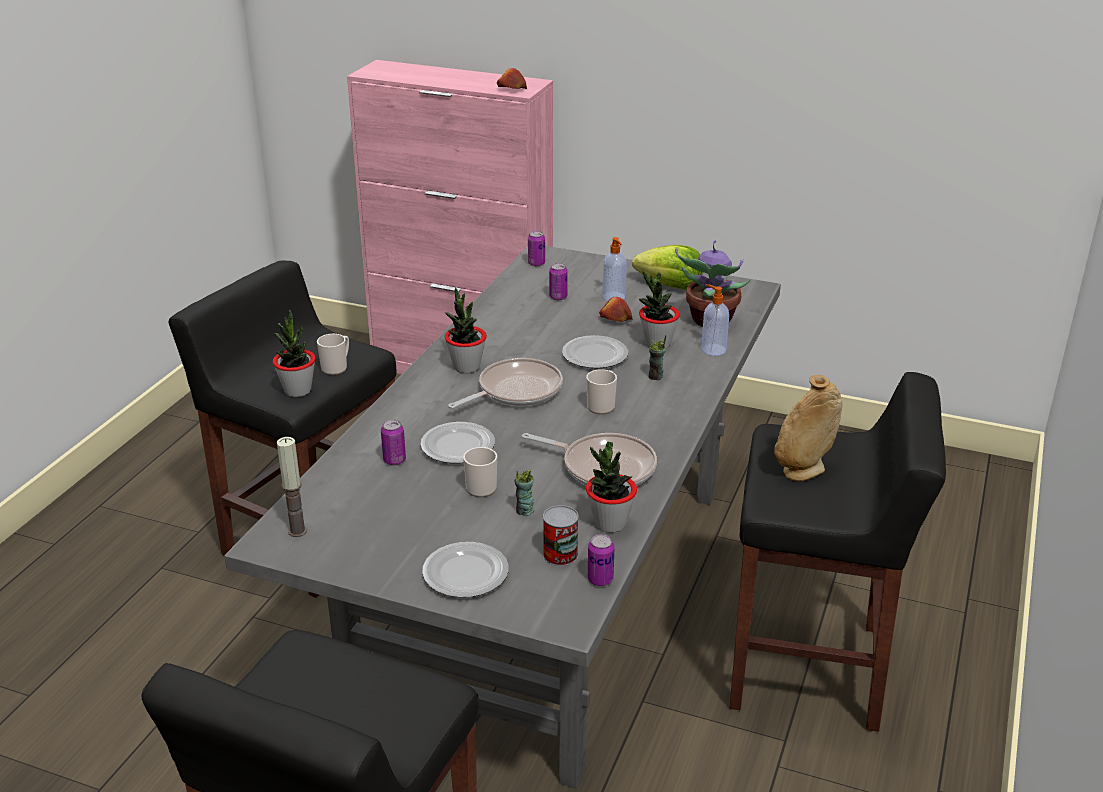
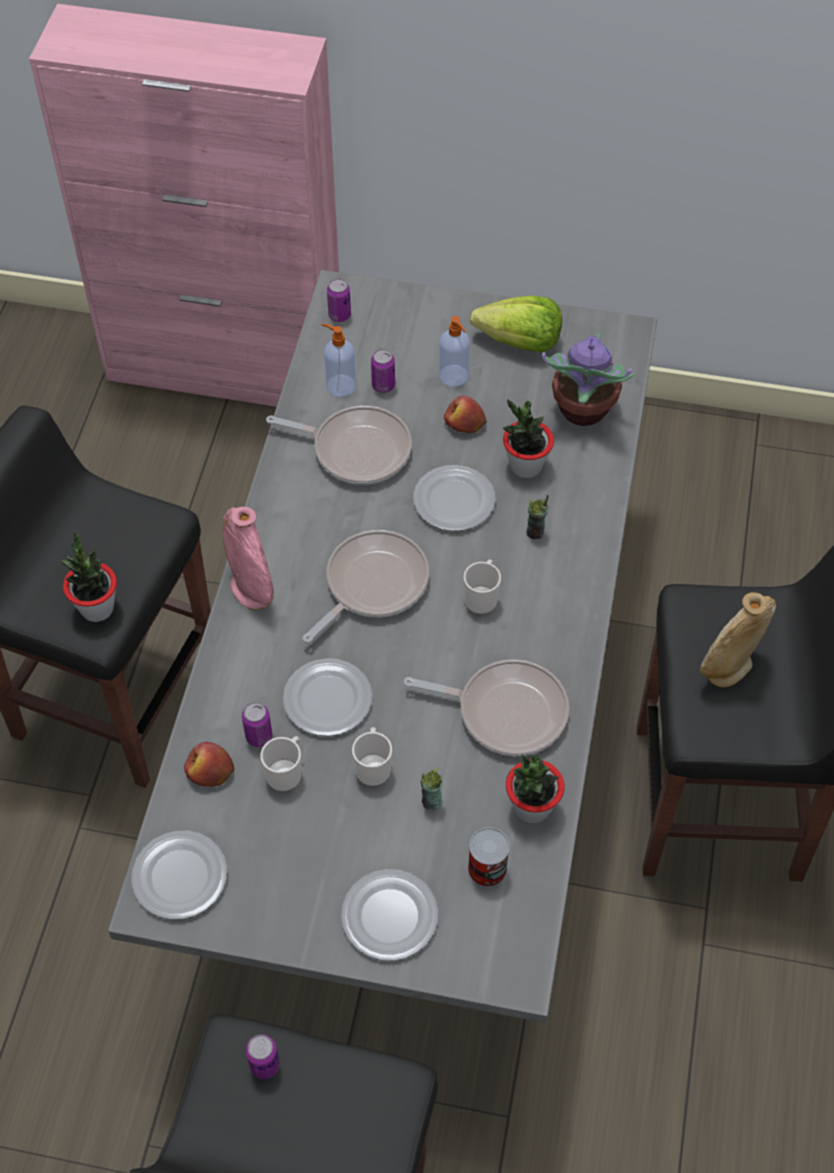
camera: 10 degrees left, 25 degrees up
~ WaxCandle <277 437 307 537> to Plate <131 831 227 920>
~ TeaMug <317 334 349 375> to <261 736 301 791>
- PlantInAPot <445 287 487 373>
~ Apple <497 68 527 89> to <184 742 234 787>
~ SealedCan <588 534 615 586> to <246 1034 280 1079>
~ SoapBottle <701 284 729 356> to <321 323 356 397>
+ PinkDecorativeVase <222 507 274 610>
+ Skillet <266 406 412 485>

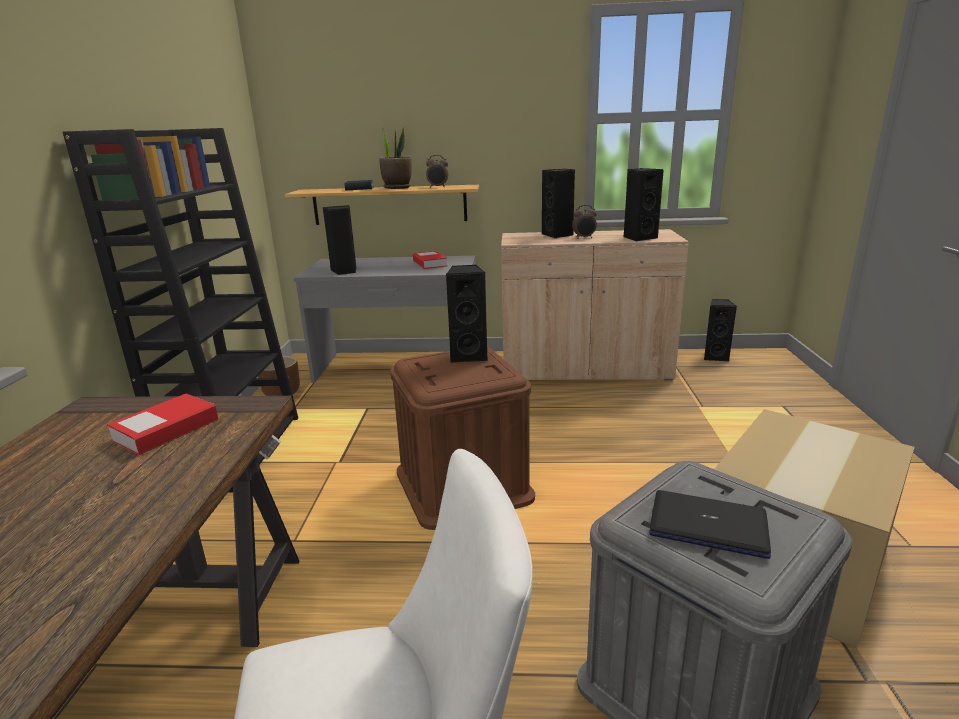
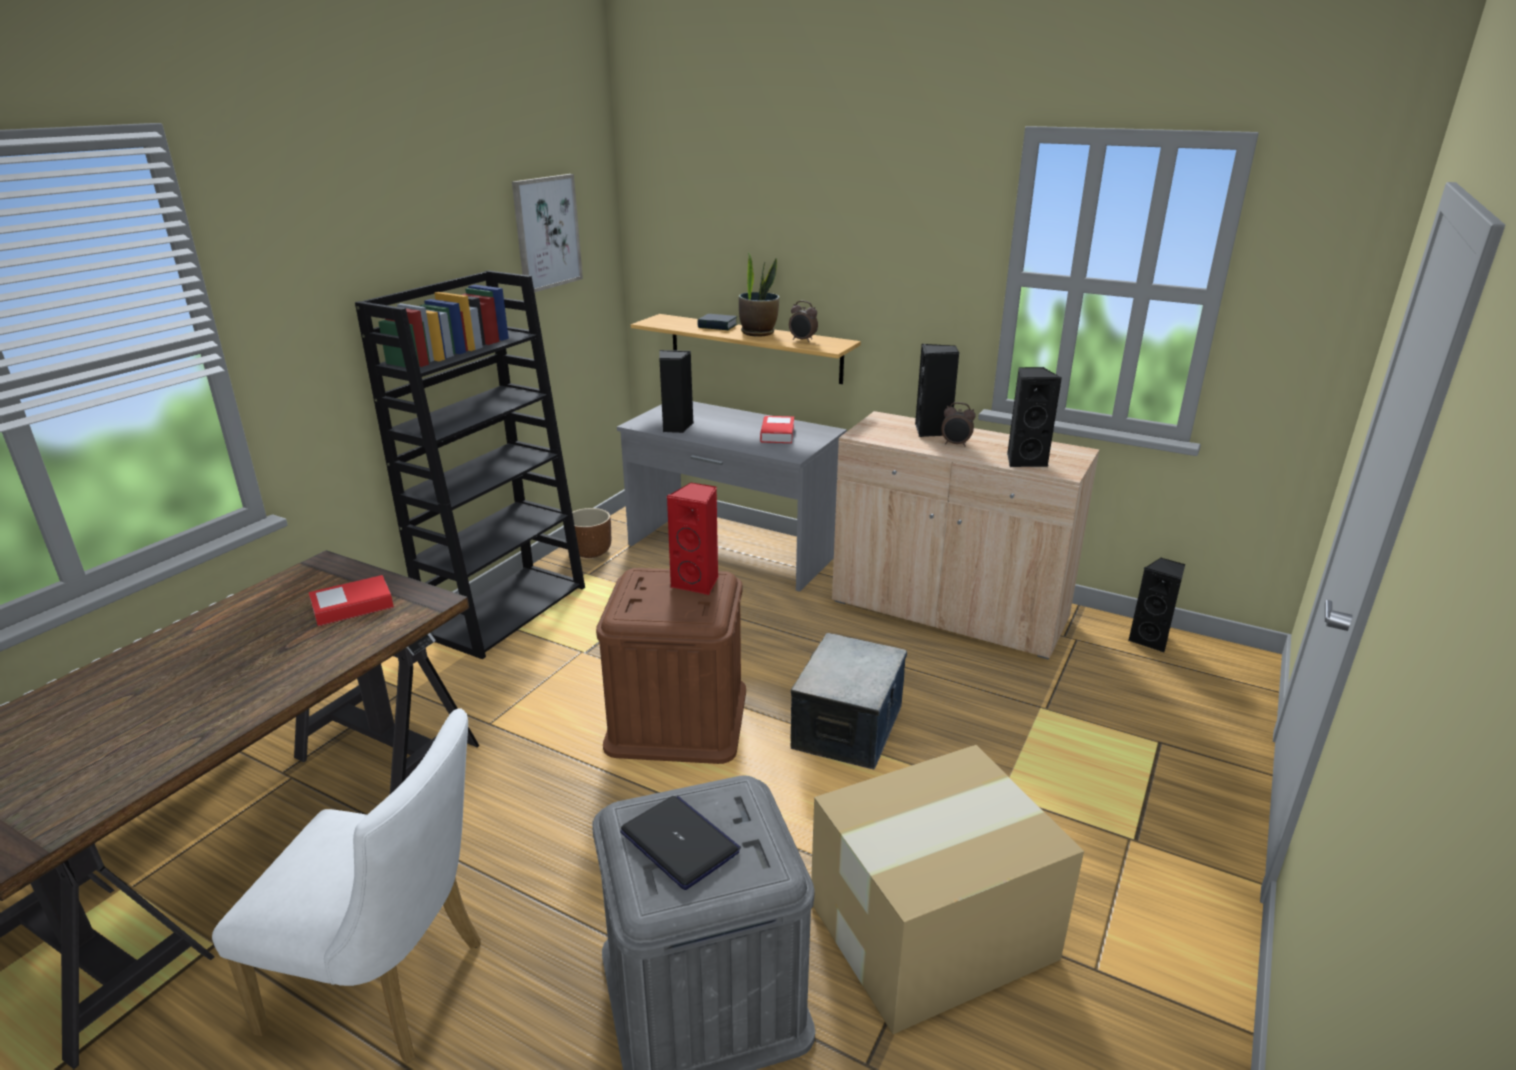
camera: 25 degrees right, 5 degrees up
~ BlackLoudspeaker <446 265 488 363> to RedLoudspeaker <667 482 719 596>
+ Picture <512 174 583 292>
+ StorageContainer <790 633 907 769>

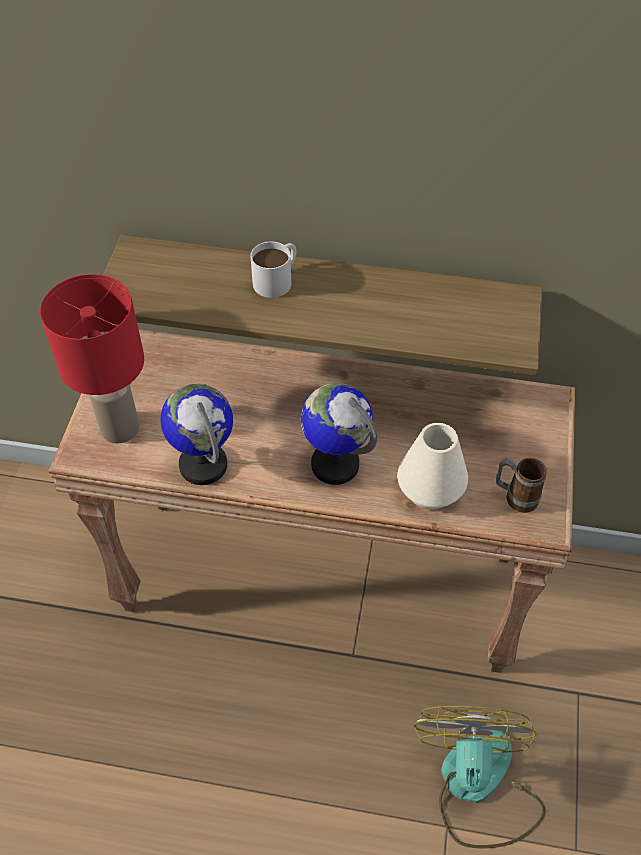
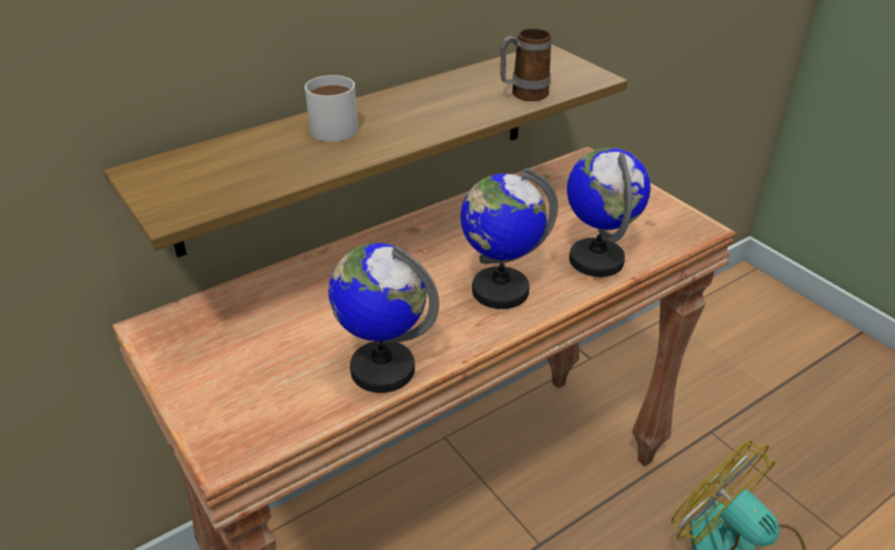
camera: 45 degrees left, 15 degrees down
- RedTabletopLamp <40 274 144 444>
~ WhiteColouredDecorativeVase <397 423 468 510> to Globe <567 147 650 277>
~ TeaMug <496 458 547 513> to <500 28 552 101>

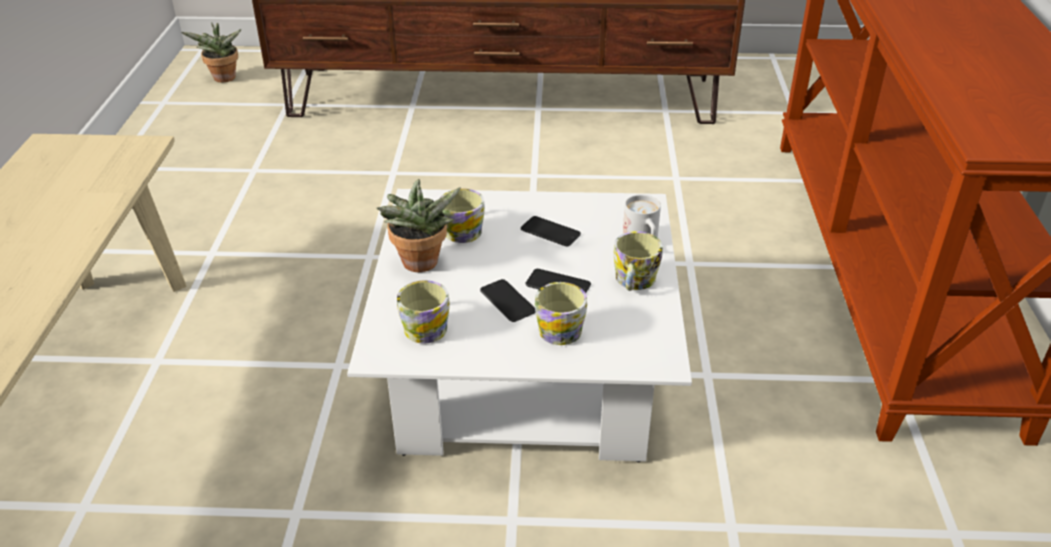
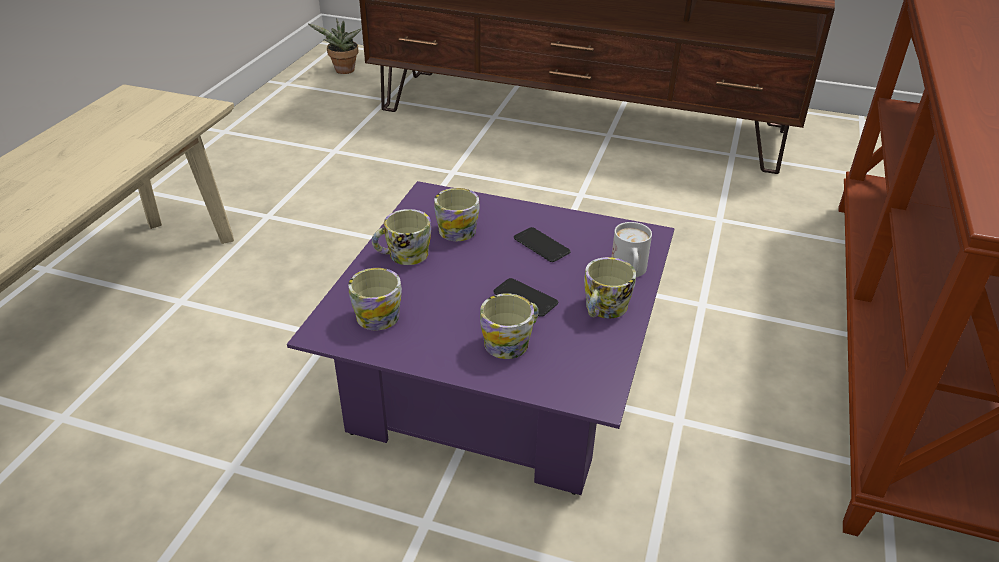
camera: 15 degrees right, 0 degrees up
~ WhiteColouredCoffeeTable <347 189 692 463> to PurplishCoffeeTable <287 181 675 495>
~ PlantInAPot <376 179 460 272> to TeaMug <372 209 431 265>
- Handset <480 279 536 322>

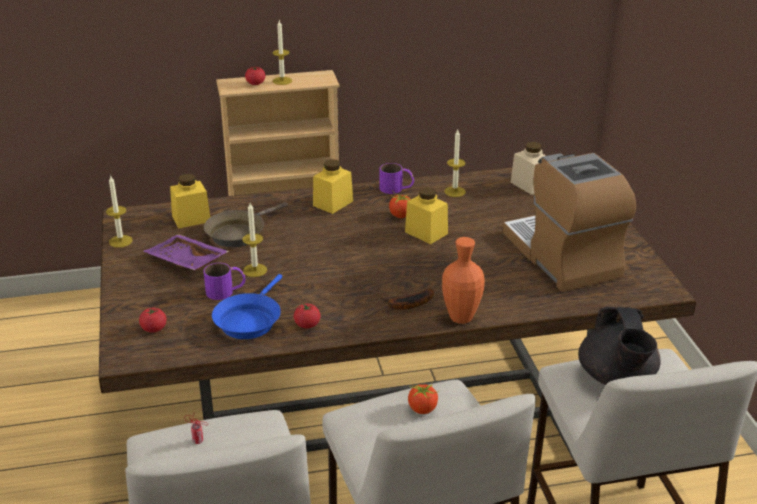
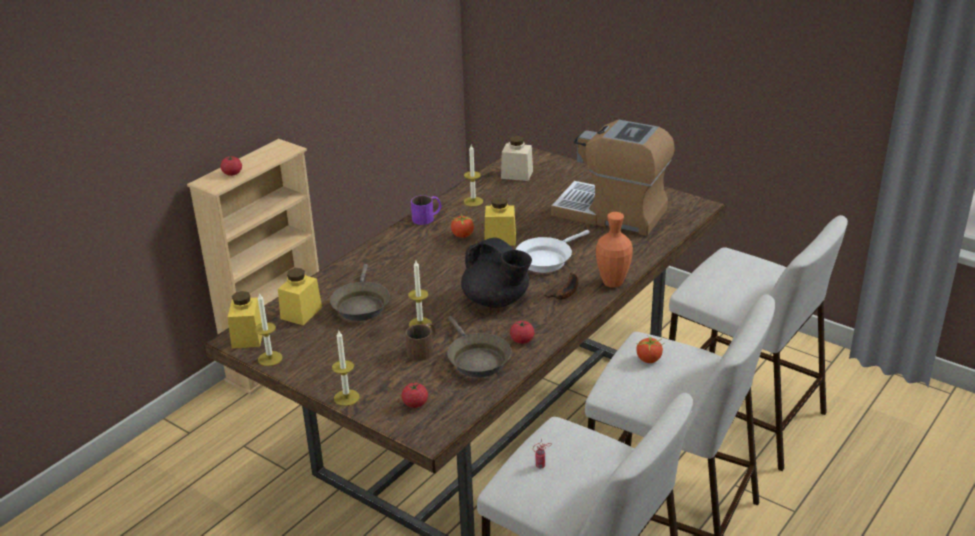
camera: 40 degrees left, 0 degrees up
- PurplishCarryingTray <144 234 229 270>
~ PurplishTeaMug <203 263 246 300> to BrownishTeaMug <405 323 435 361>
~ BlueSkillet <212 274 282 339> to BrownishSkillet <447 316 511 377>
~ WaxCandle <272 20 292 85> to <332 331 360 406>
~ YellowColouredJar <313 159 353 214> to <228 291 262 348>
~ BlackPotForTea <578 307 661 385> to <461 237 532 308>
+ WhiteColouredSkillet <516 230 590 273>

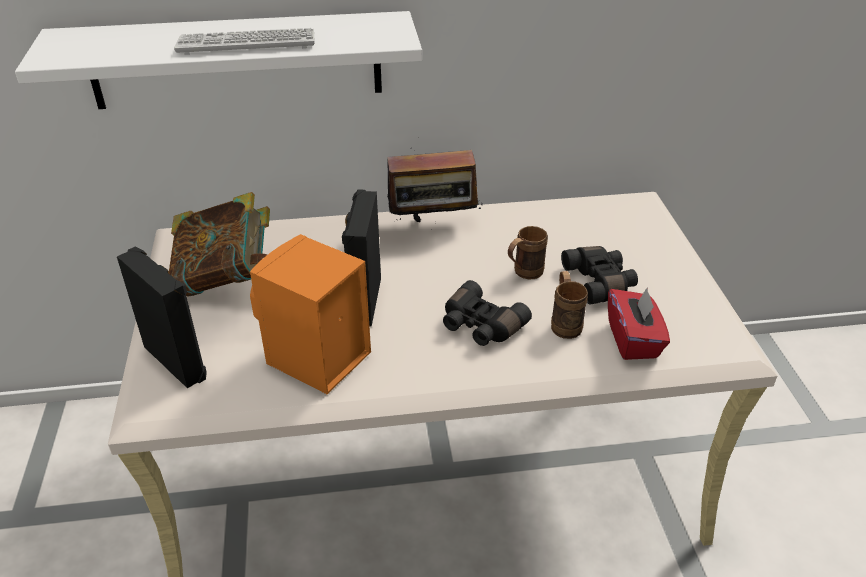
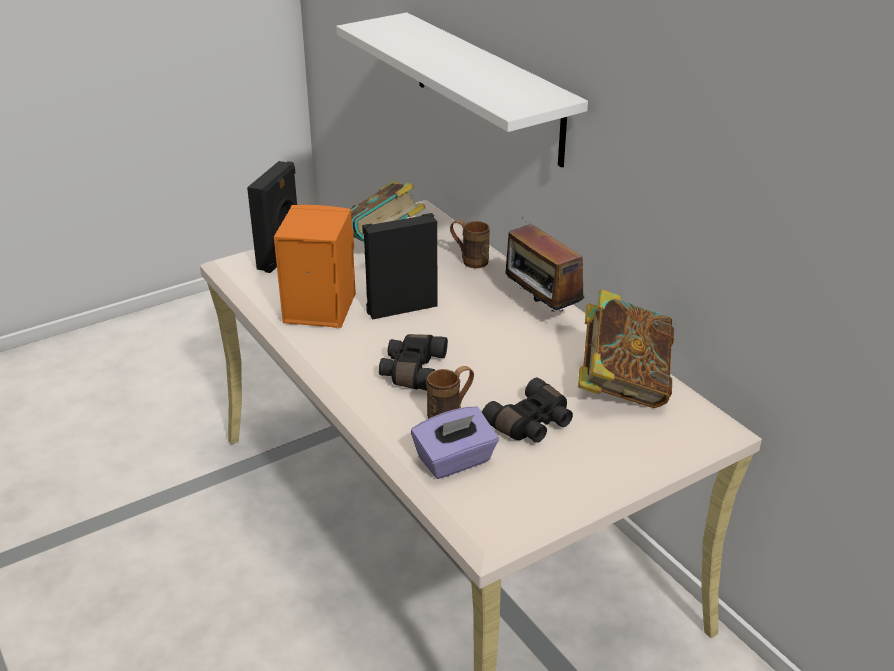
camera: 65 degrees right, 5 degrees down
- Keyboard <174 28 315 55>
~ BrownishTeaMug <508 226 548 280> to <450 220 490 268>
~ RedTissueHolder <608 287 670 360> to PurplishTissueHolder <411 407 499 479>
+ Volume <578 289 674 408>

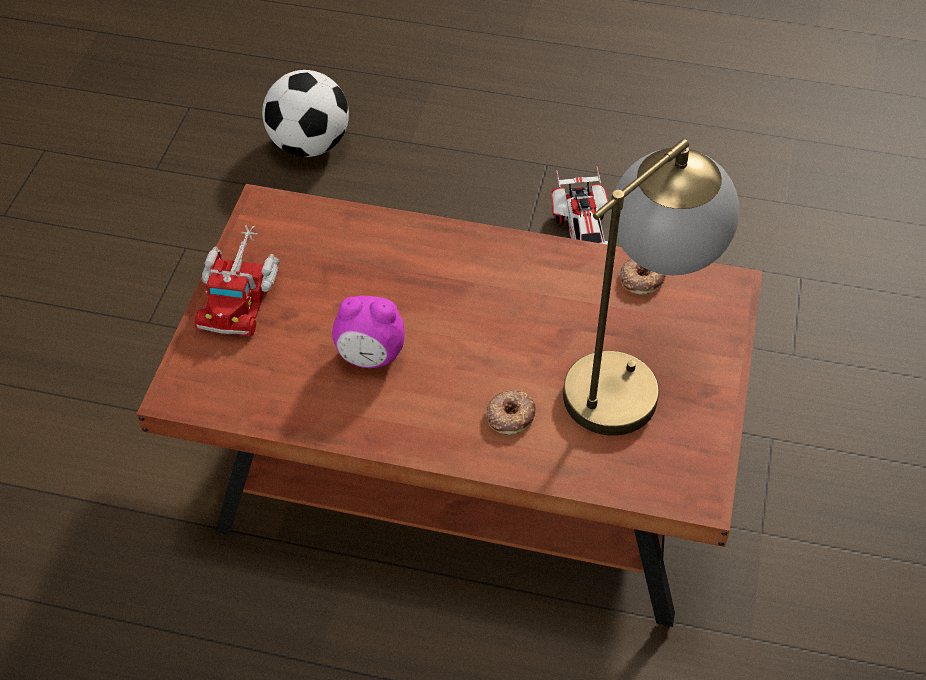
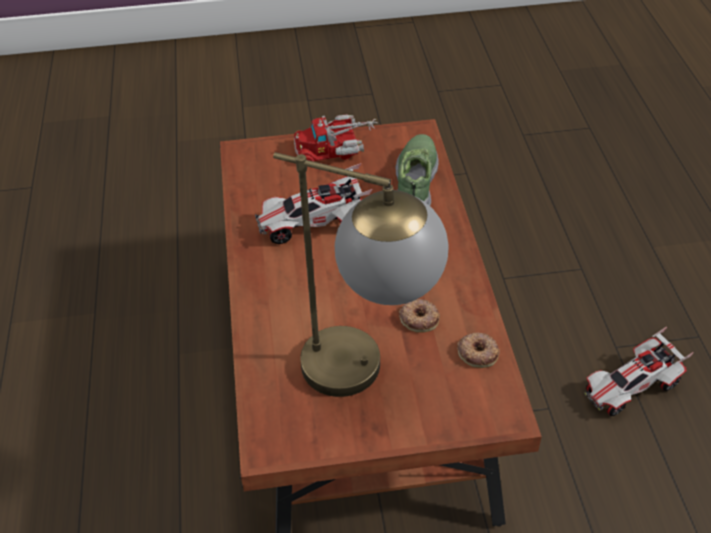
camera: 70 degrees right, 5 degrees down
- FootballBall <262 70 349 157>
~ AlarmClock <332 296 405 368> to ToyCar <255 163 372 244>
~ Doughnut <487 390 536 435> to <399 299 440 333>
+ LowShoe <395 134 438 207>

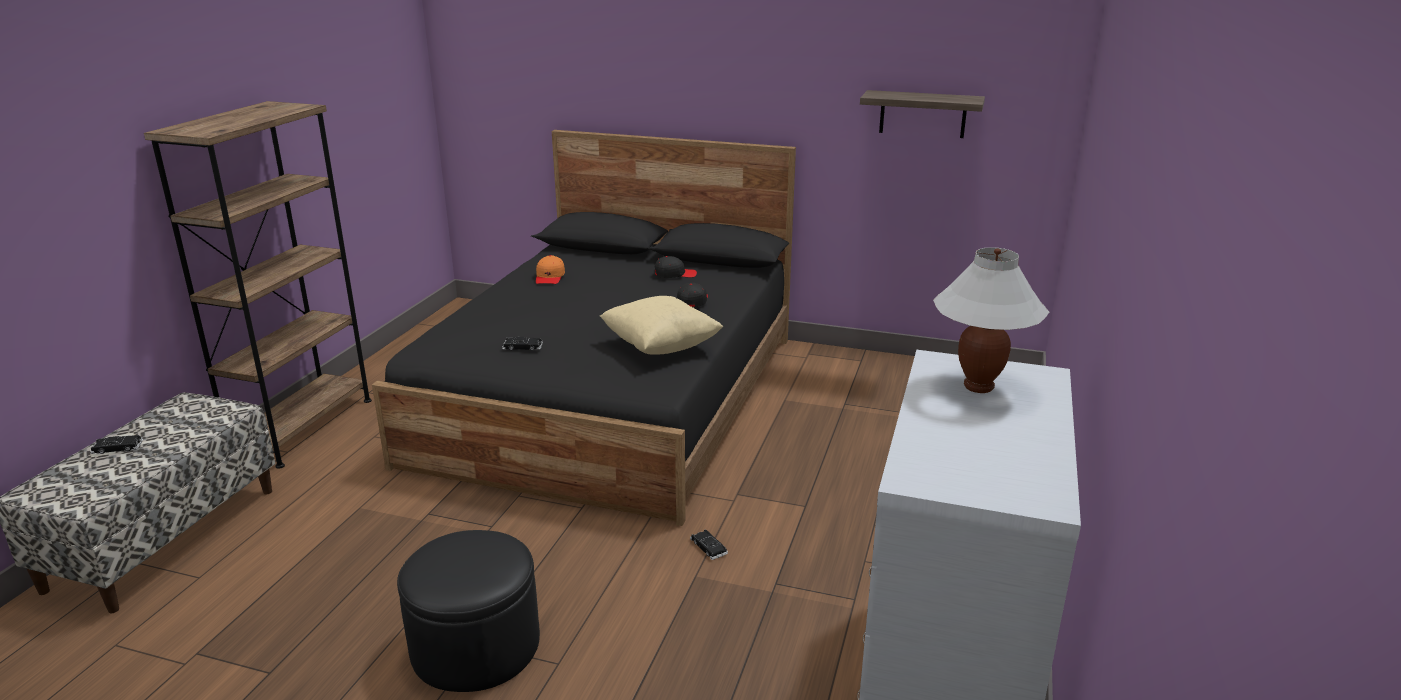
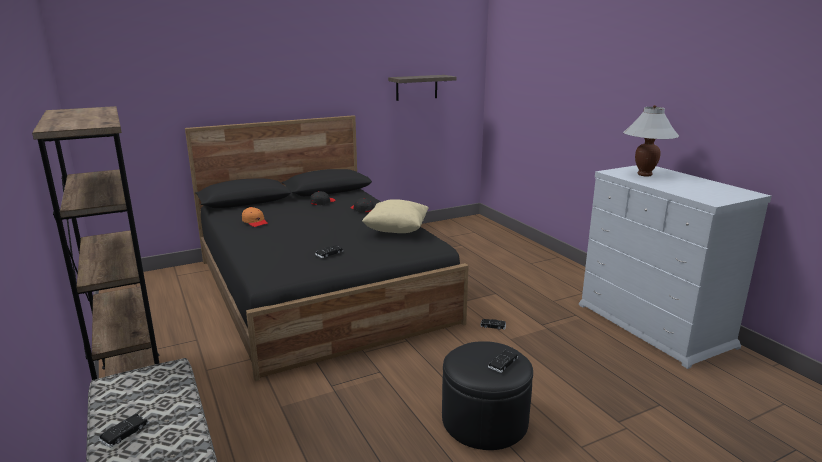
camera: 45 degrees left, 5 degrees down
+ BlackToyCar <488 350 518 373>

